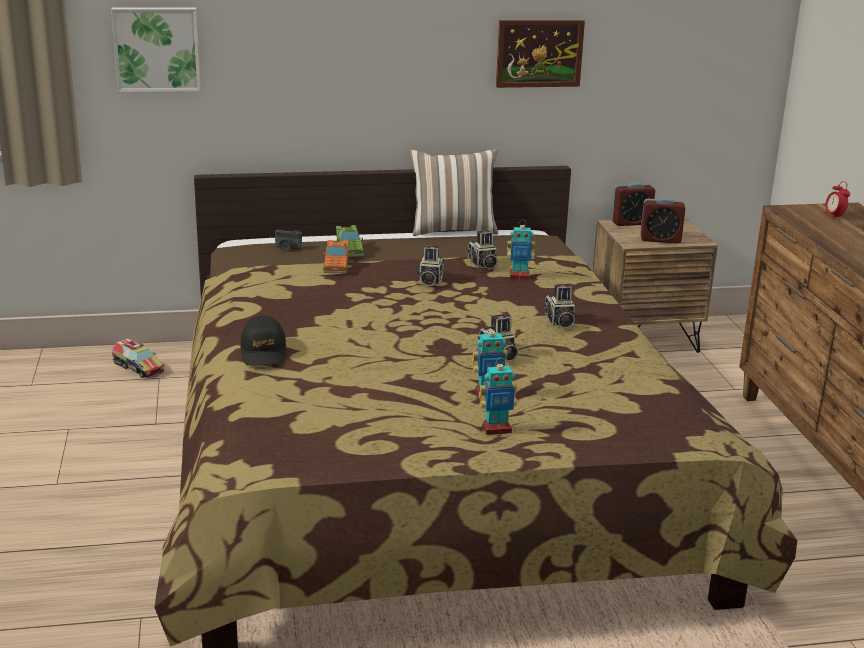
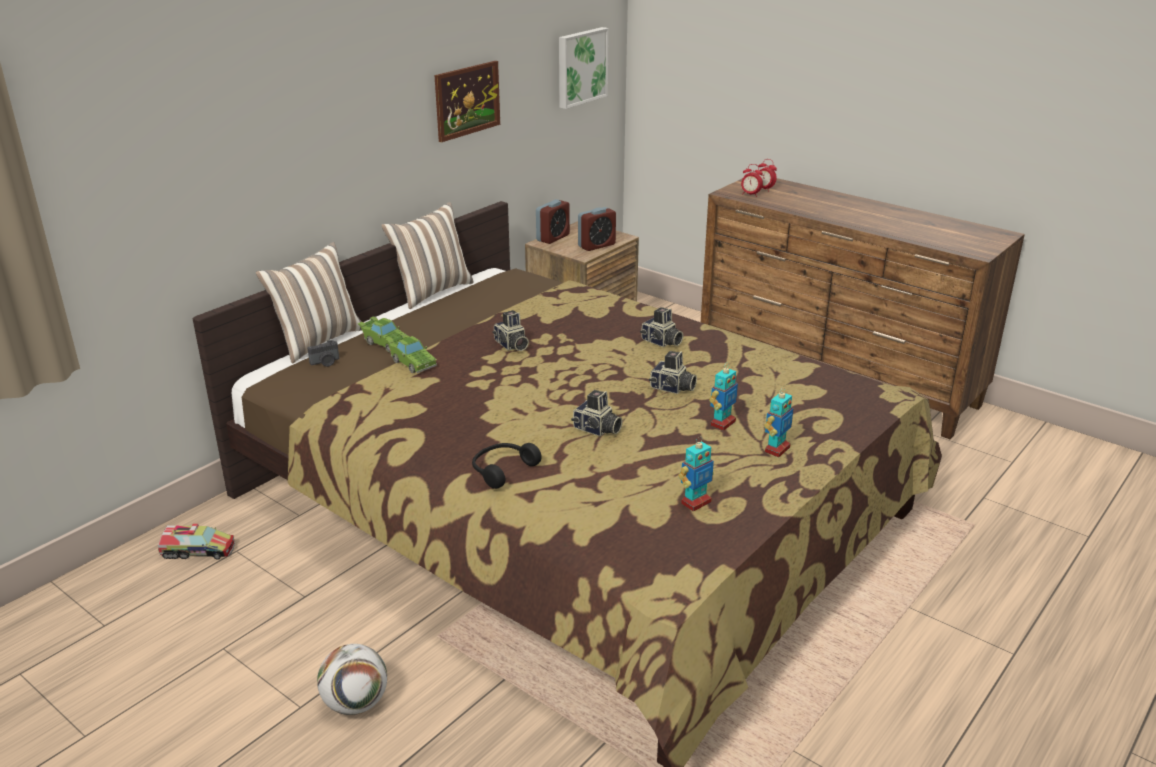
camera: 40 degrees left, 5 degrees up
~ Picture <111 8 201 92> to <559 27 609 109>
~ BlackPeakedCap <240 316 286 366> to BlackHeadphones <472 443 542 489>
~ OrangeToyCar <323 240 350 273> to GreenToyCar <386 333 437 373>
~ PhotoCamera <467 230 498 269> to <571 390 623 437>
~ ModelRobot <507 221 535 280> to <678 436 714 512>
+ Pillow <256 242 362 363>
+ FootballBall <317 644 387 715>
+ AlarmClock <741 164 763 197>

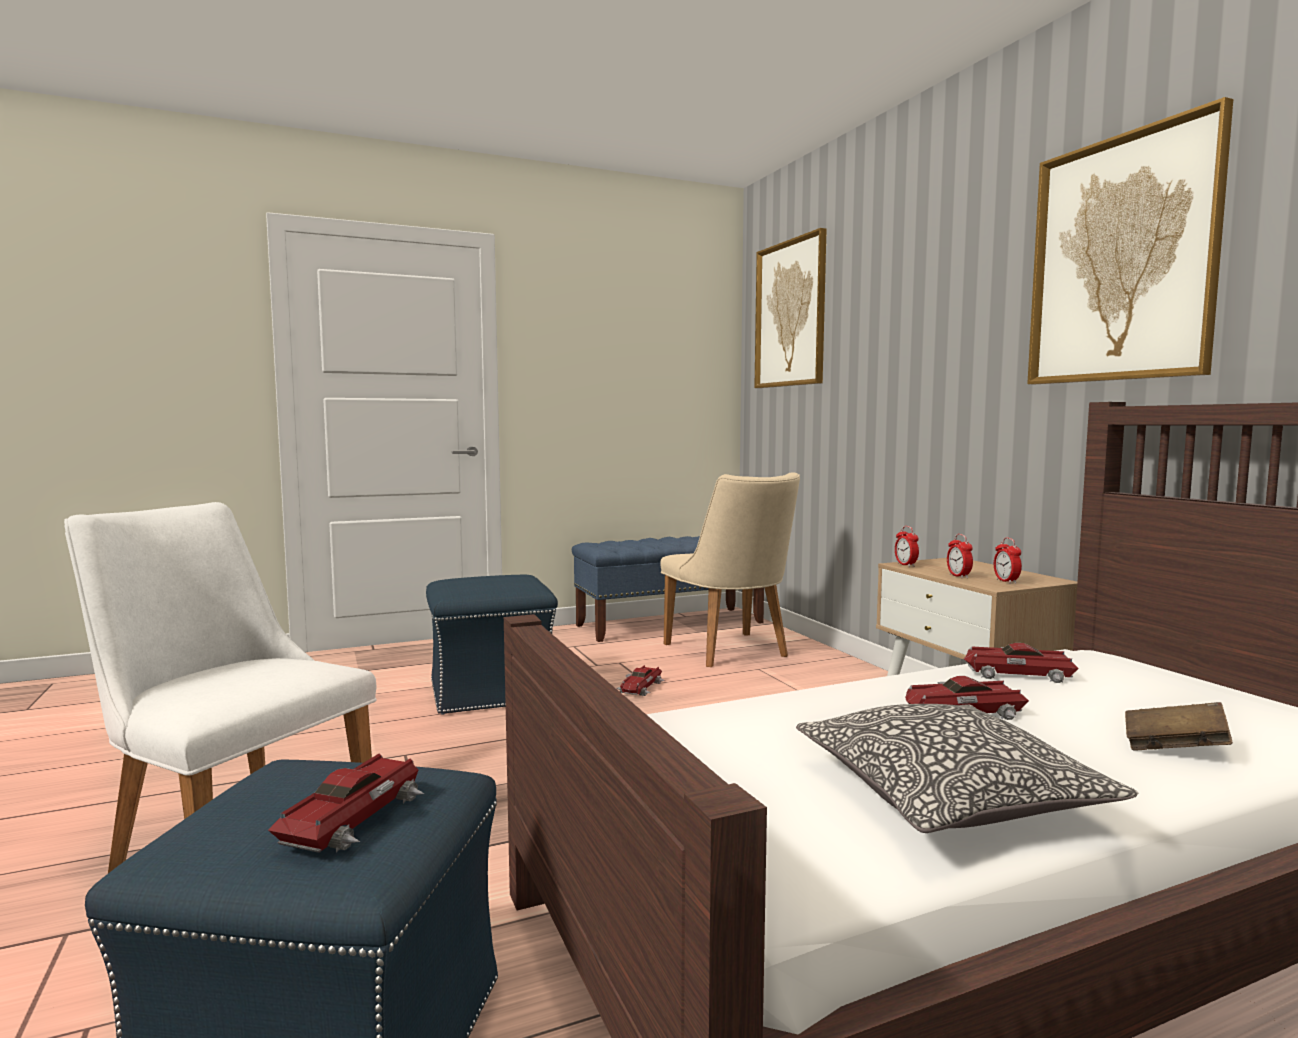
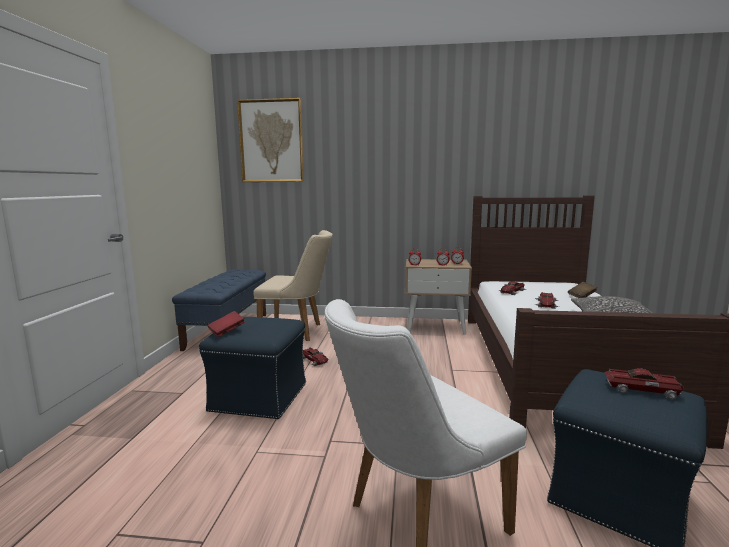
camera: 60 degrees left, 5 degrees up
~ ToyCar <268 754 425 853> = <605 368 684 399> 150 degrees clockwise
- Picture <1027 97 1233 384>
+ RedVolume <207 311 245 337>

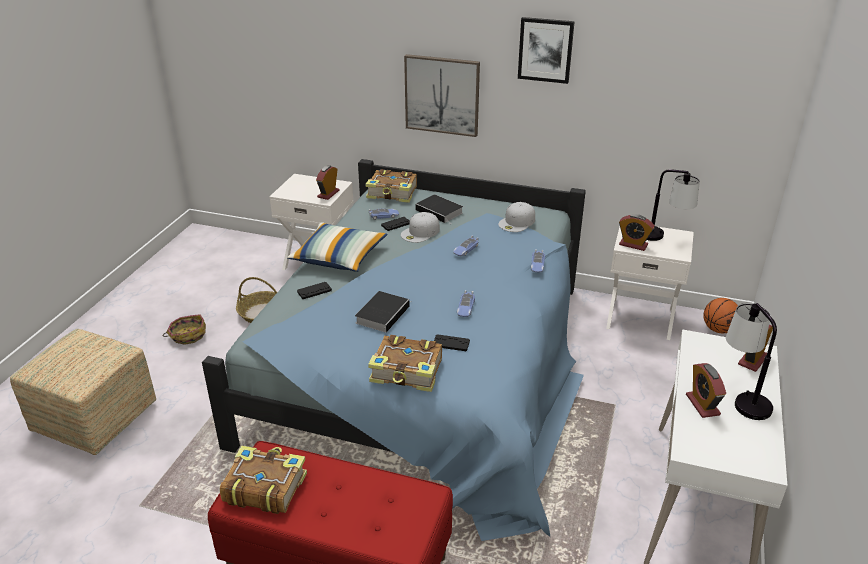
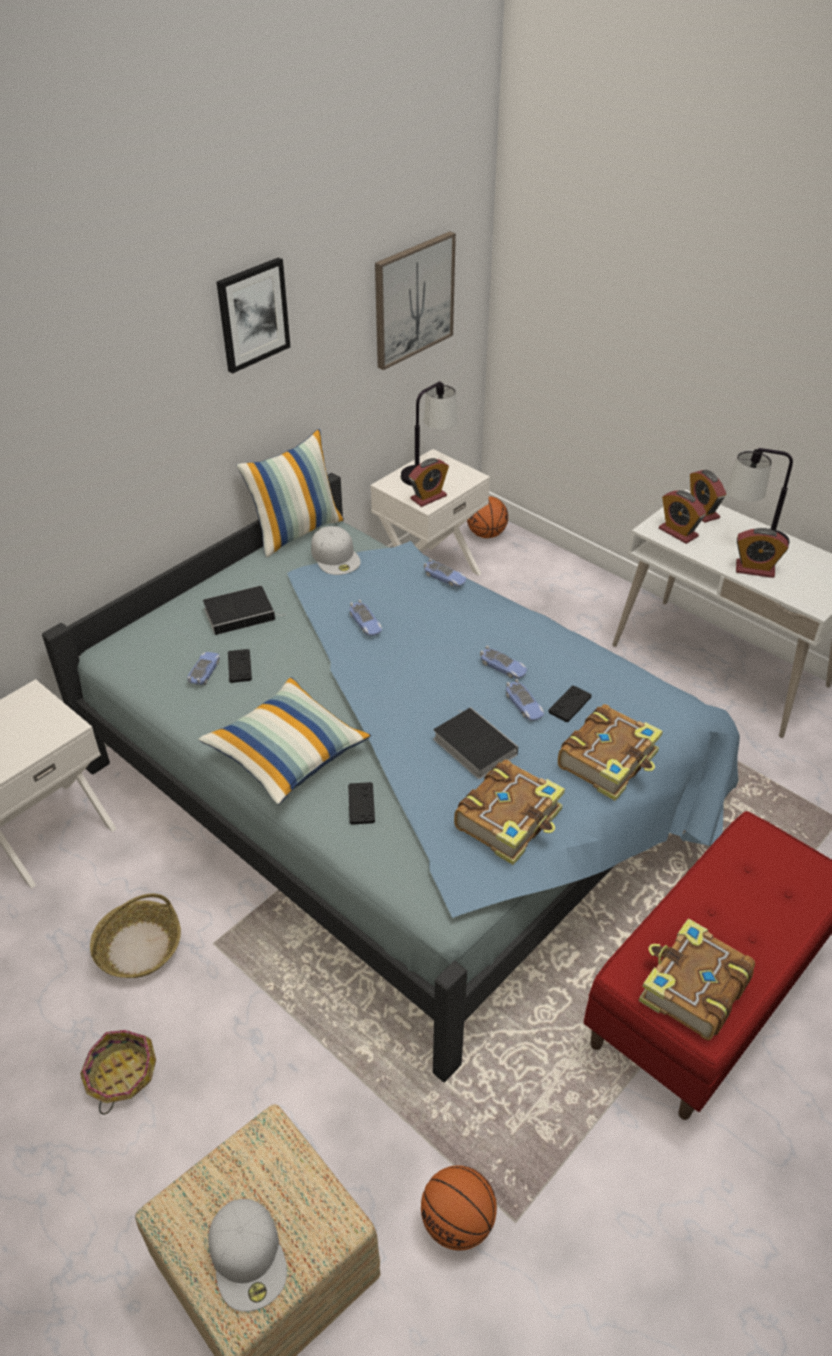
camera: 65 degrees left, 10 degrees up
~ AlarmClock <316 165 340 200> to <659 490 706 544>
~ Volume <366 169 417 203> to <454 760 565 865>
~ WhiteColouredPeakedCap <401 212 440 243> to <208 1199 287 1312>
~ Picture <404 54 480 137> to <375 231 456 370>
+ Pillow <236 429 344 558>
+ BallForBasketball <421 1165 497 1251>
+ ToyCar <506 679 544 721>

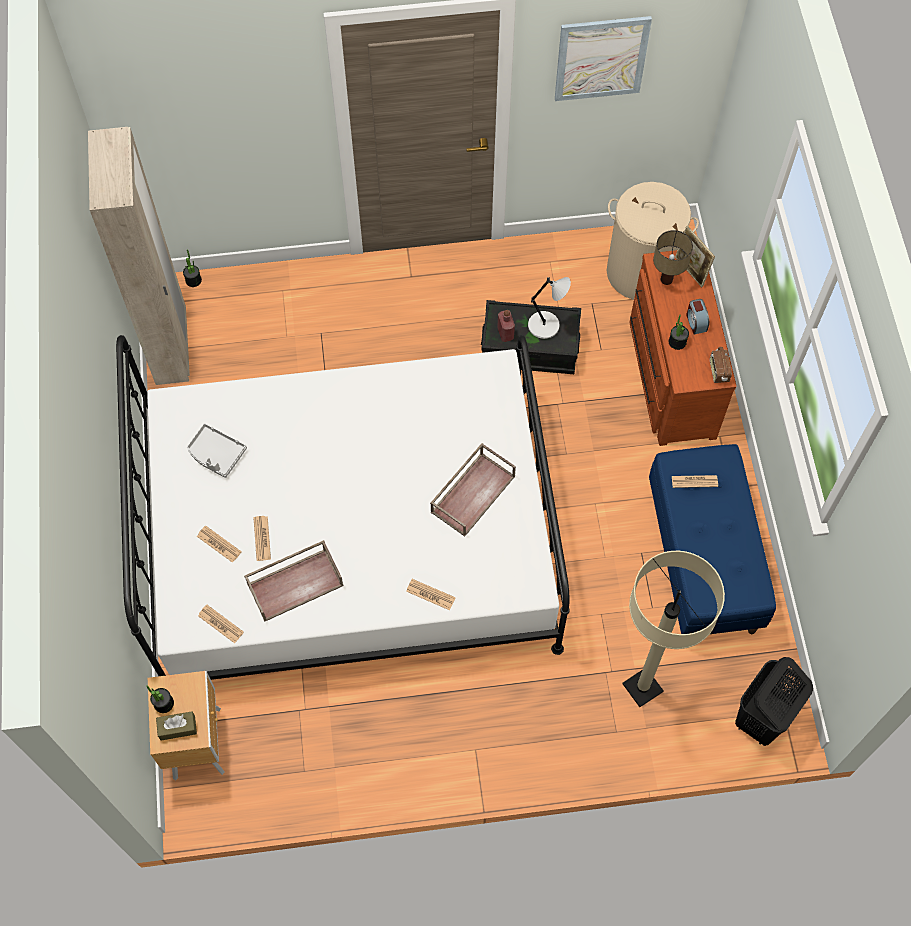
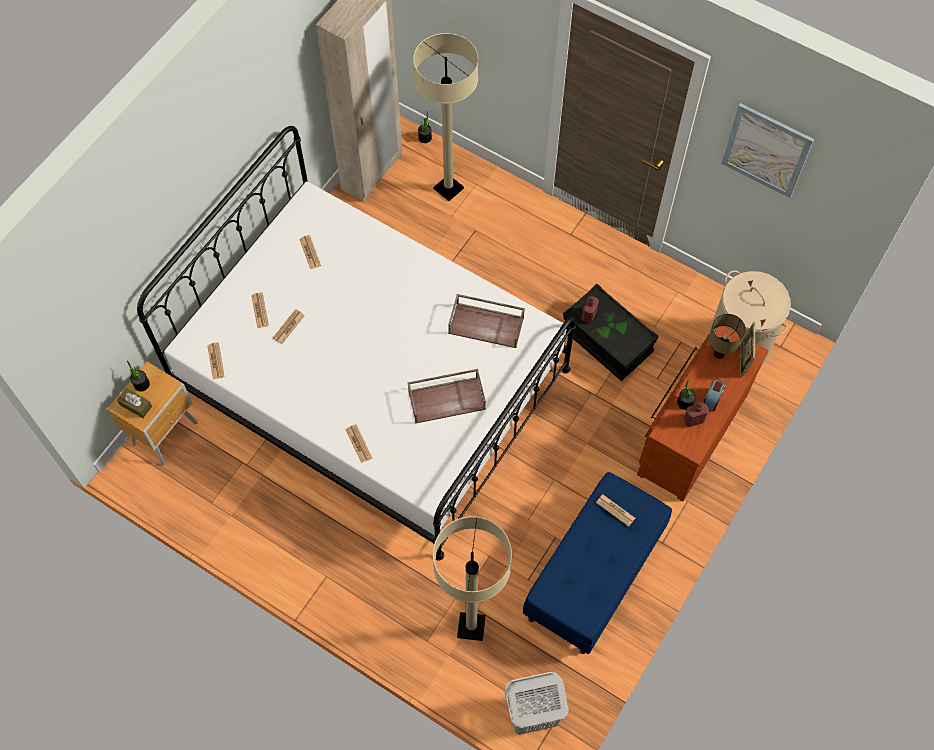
camera: 40 degrees right, 0 degrees up
~ GreyCarryingTray <187 423 247 478> to Newspaper <299 235 321 269>
~ BrownishCarryingTray <244 540 344 622> to <448 294 525 348>
- GreyTabletopLamp <528 277 571 339>
- RadioReceiver <710 347 732 383>
~ BlackHamper <735 657 813 746> to WhiteColouredHamper <504 672 569 735>
+ BeigeColouredStandingLamp <413 33 478 201>
+ RedDrinkBottle <684 402 708 427>

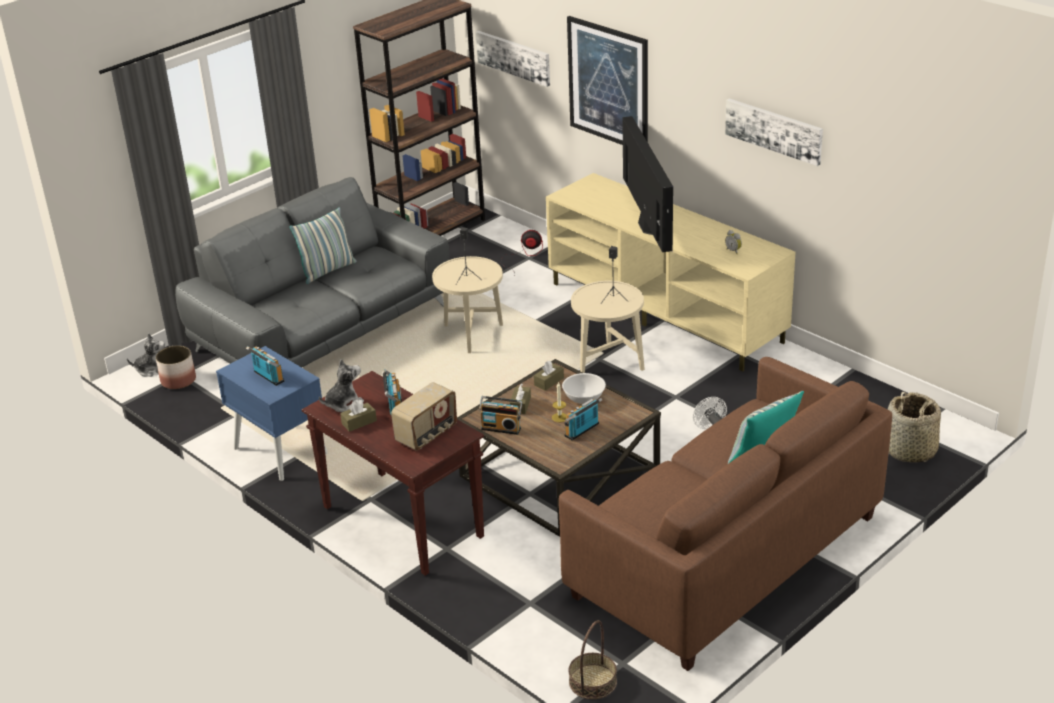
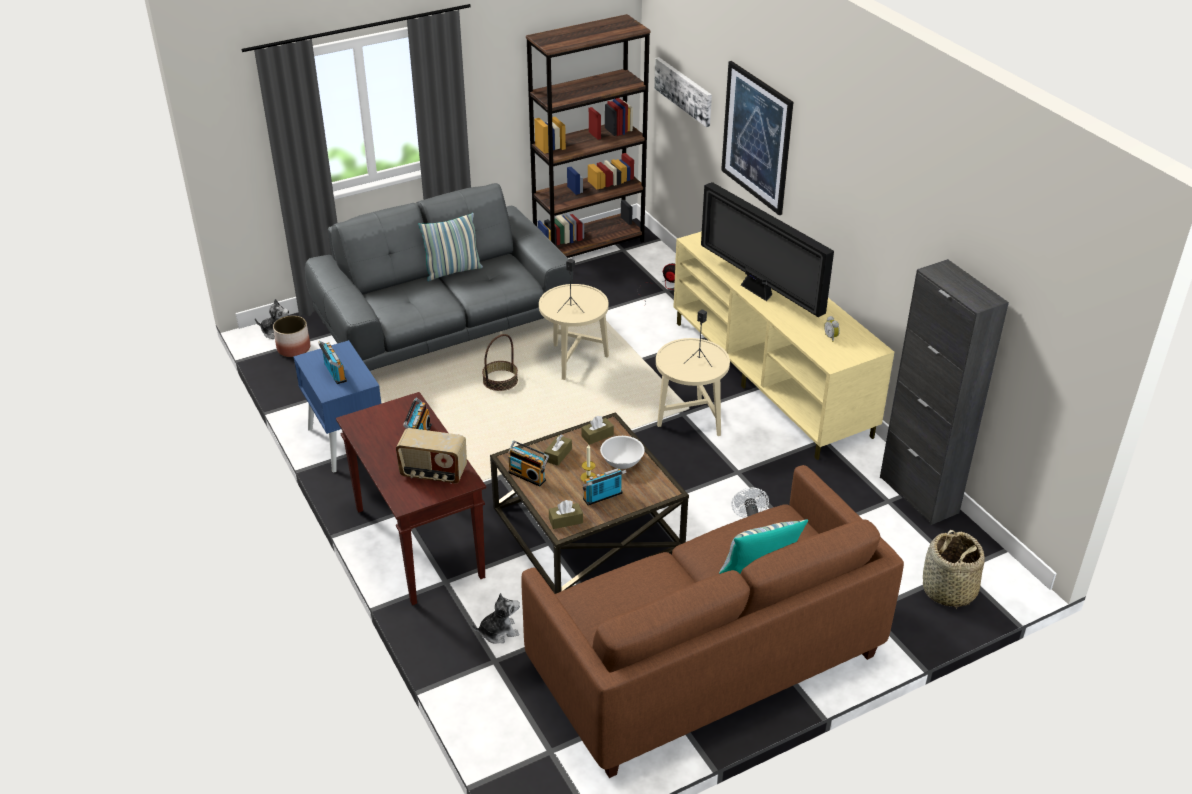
camera: 15 degrees right, 5 degrees up
~ SoftToy <319 359 364 412> to <472 593 520 644>
~ BrownishTissueHolder <340 400 377 432> to <549 500 583 529>
~ RadioReceiver <391 382 457 451> = <396 428 467 484> 45 degrees clockwise
~ StorageBasket <568 620 617 699> to <482 334 518 391>
~ Television <622 116 673 252> = <701 182 834 317> 135 degrees clockwise
- Picture <725 98 823 166>
+ BlackCupboard <880 259 1009 525>

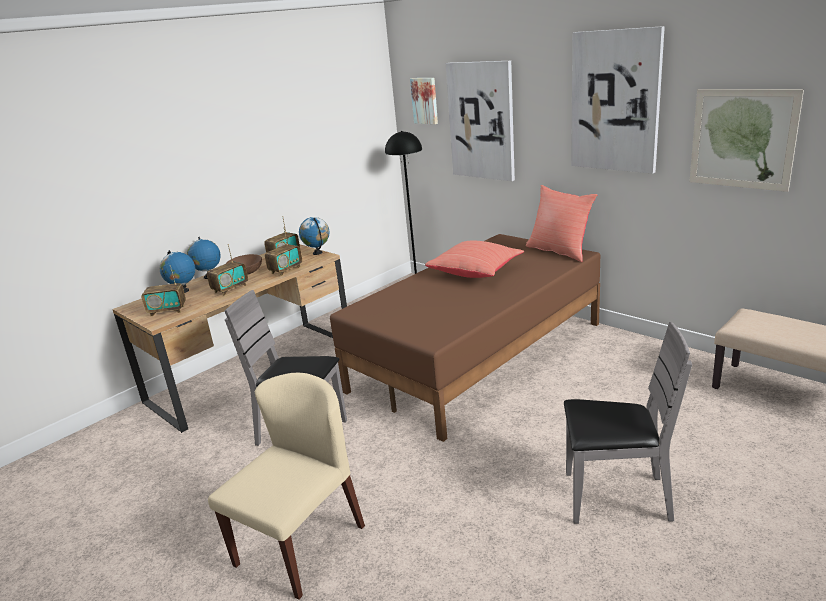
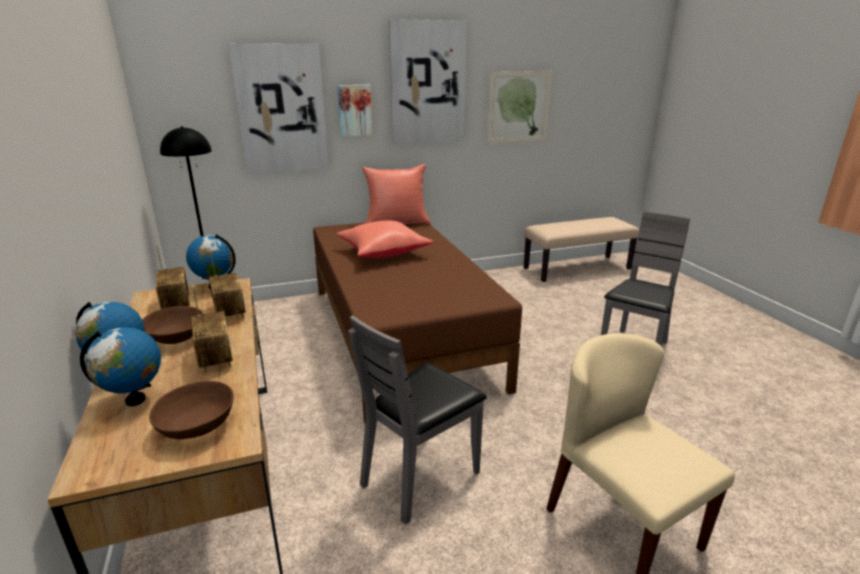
camera: 65 degrees left, 0 degrees up
~ RadioReceiver <141 265 186 316> to BrownishServingBowl <149 381 234 439>
~ Picture <410 78 438 124> to <337 85 373 137>

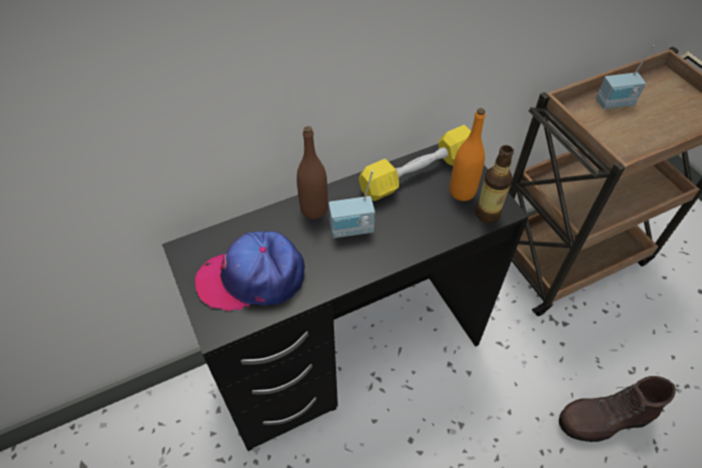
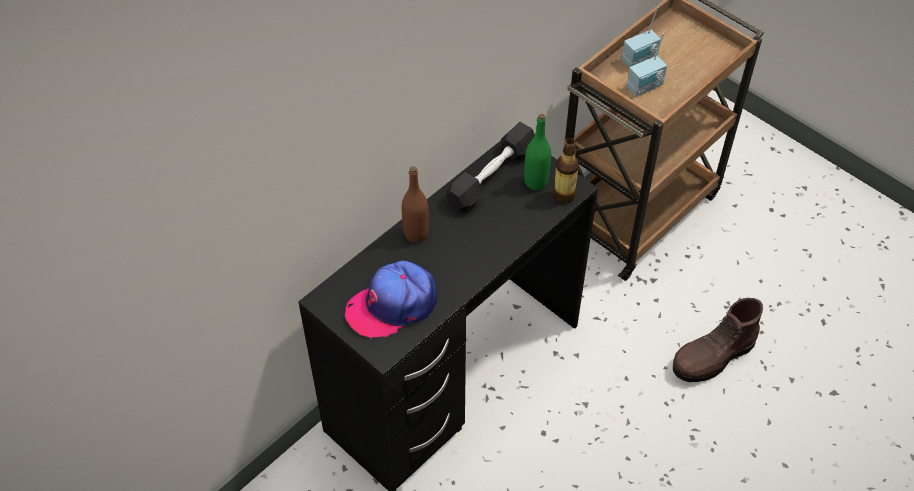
camera: 20 degrees left, 0 degrees up
~ RadioReceiver <329 170 375 238> to <627 33 667 96>
~ YellowColouredHandWeight <359 125 471 201> to BlackHandWeight <446 122 535 211>
~ OrangeDrinkBottle <450 108 486 201> to GreenDrinkBottle <524 114 551 190>

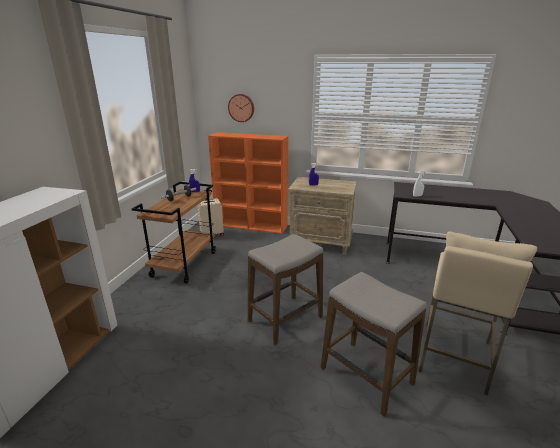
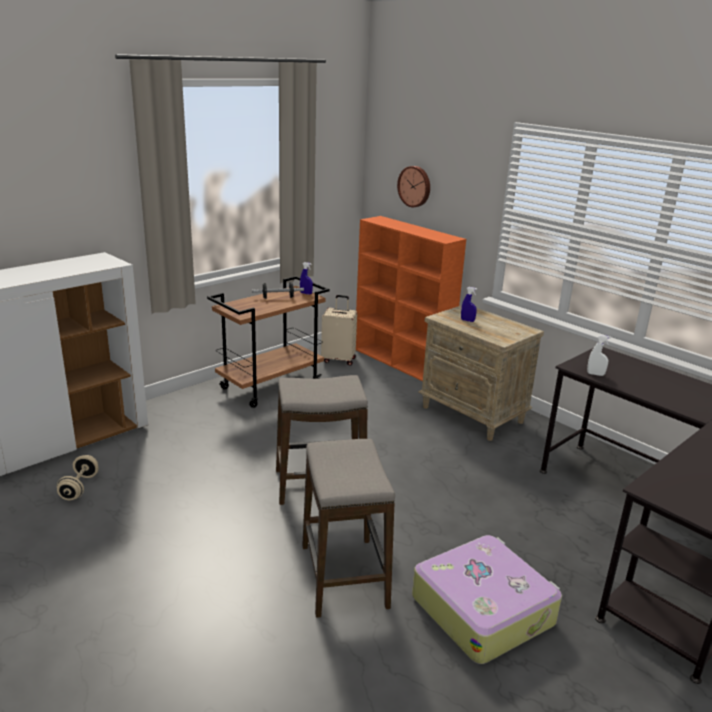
camera: 30 degrees right, 0 degrees up
~ BeigeColouredSittingStool <419 231 537 395> to TravelCase <412 535 562 664>
+ BeigeColouredHandWeight <57 455 98 500>

